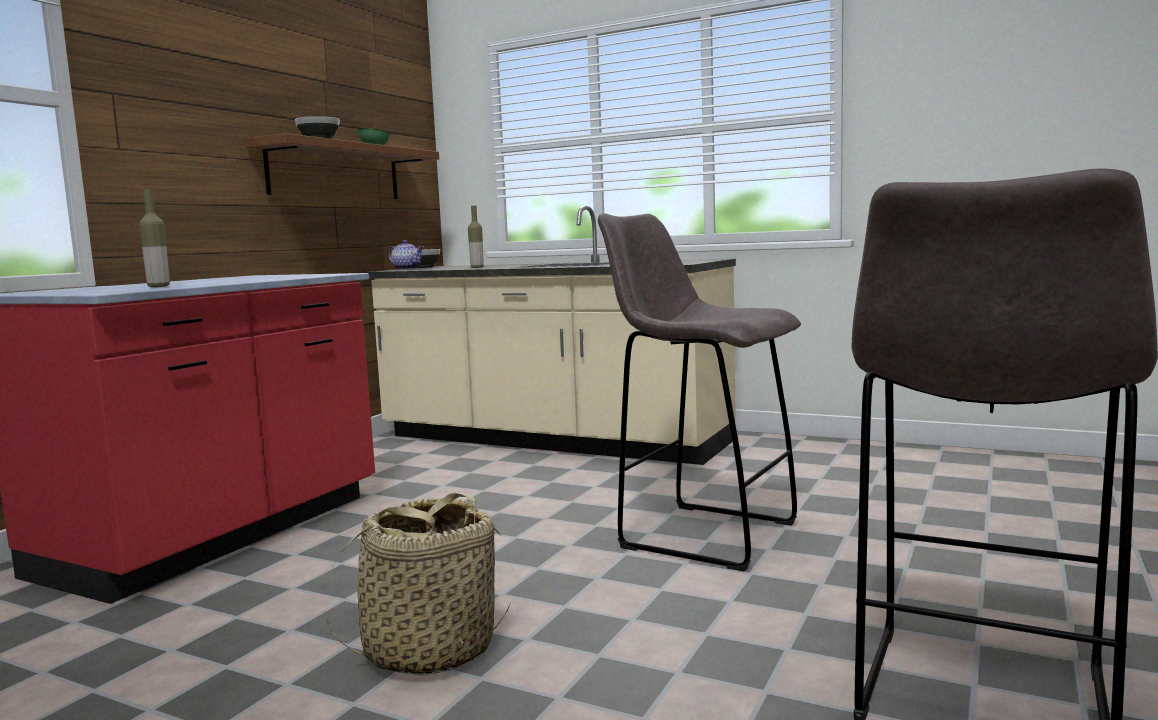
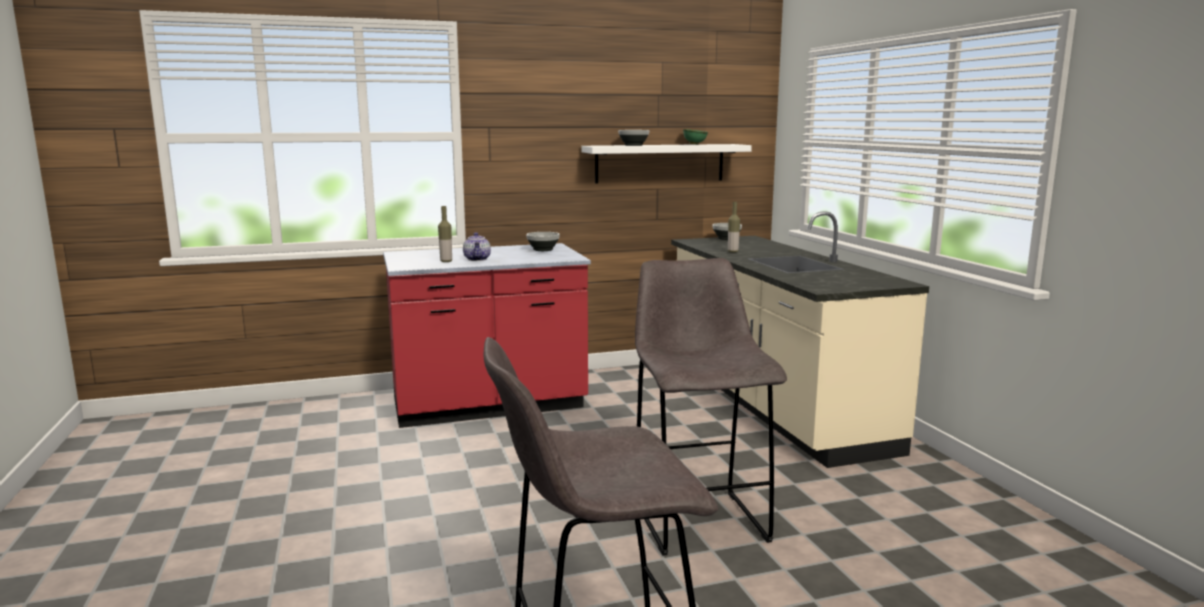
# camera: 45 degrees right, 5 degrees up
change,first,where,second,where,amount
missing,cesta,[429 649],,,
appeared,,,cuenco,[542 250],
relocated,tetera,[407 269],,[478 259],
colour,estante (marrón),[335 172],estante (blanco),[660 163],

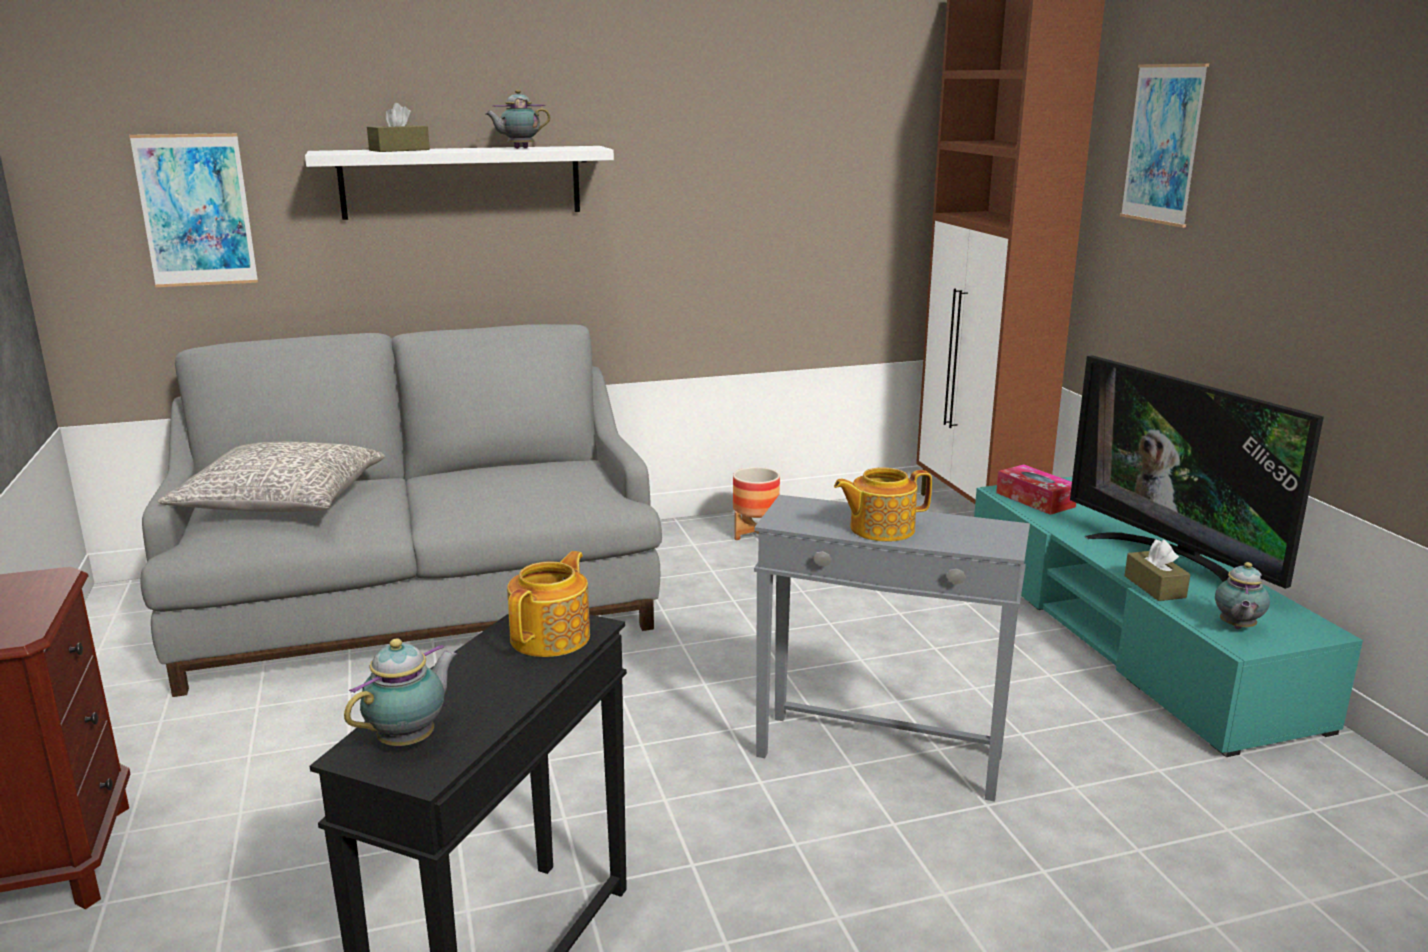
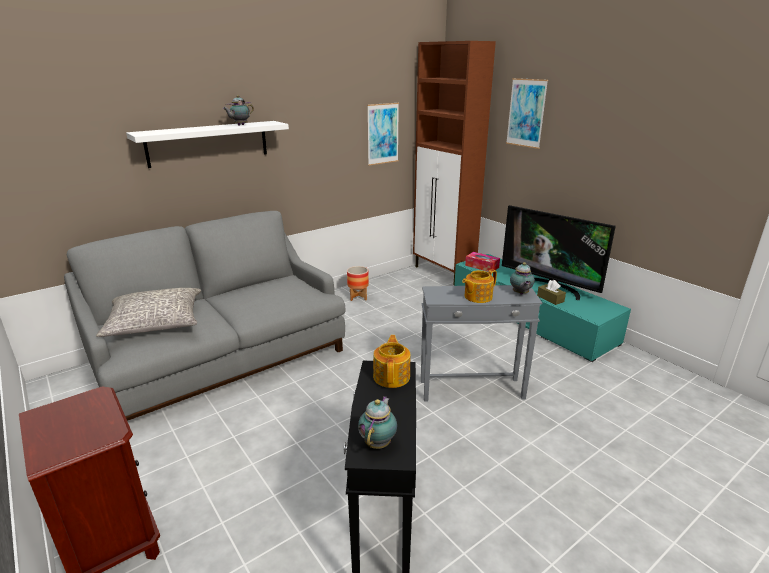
# camera: 20 degrees left, 5 degrees up
change,first,where,second,where,amount
missing,caja de pañuelos (marrón),[399 150],,,
relocated,cuadro,[196 210],,[383 134],
relocated,tetera,[1236 627],,[520 293],

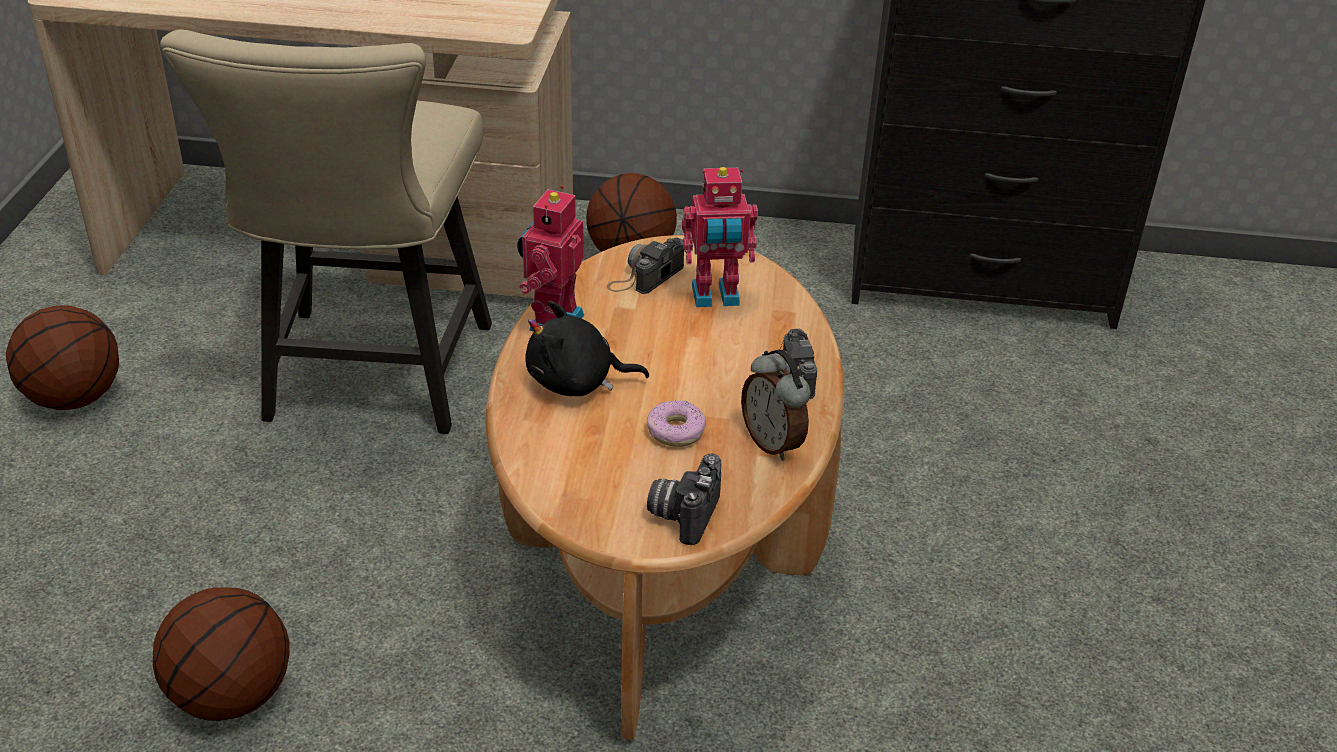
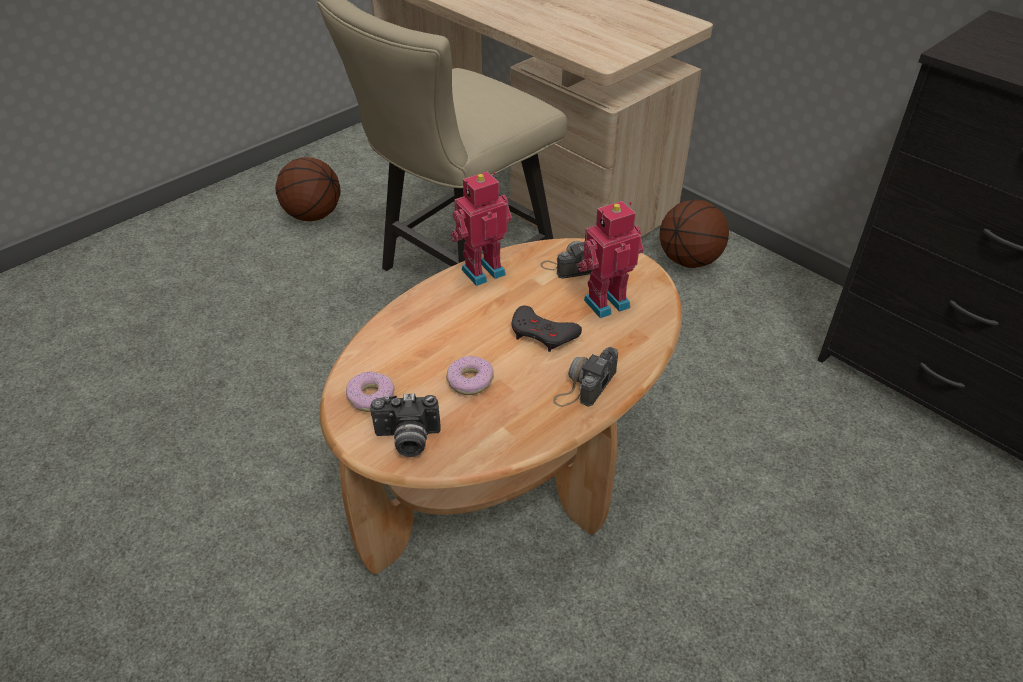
# camera: 40 degrees right, 5 degrees up
change,first,where,second,where,amount
missing,balón de baloncesto,[230 696],,,
missing,peluche (negro),[577 382],,,
missing,despertador,[773 443],,,
appeared,,,rosquilla,[371 397],
appeared,,,mando de consola (gris),[543 333],
spun,cámara,[683 514],,[407 440],150 degrees counterclockwise
spun,robot de juguete,[716 297],,[605 301],120 degrees clockwise

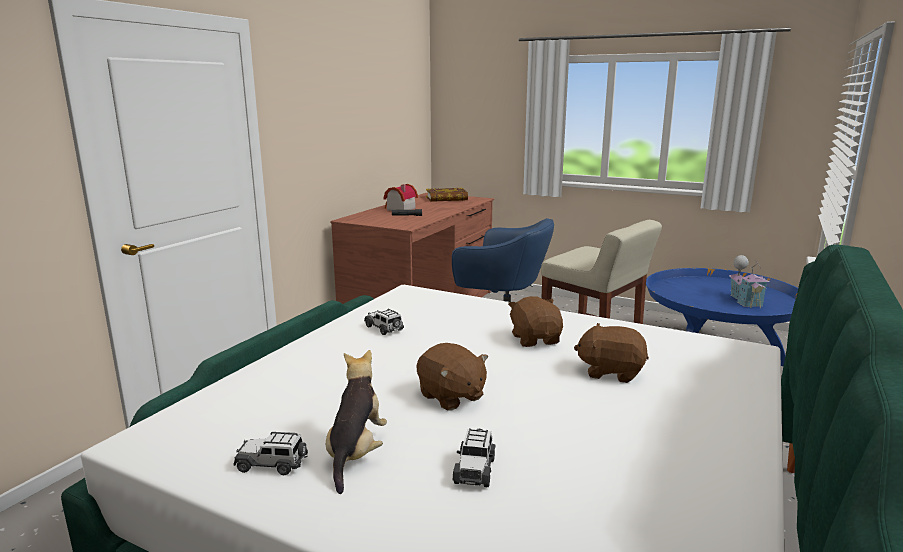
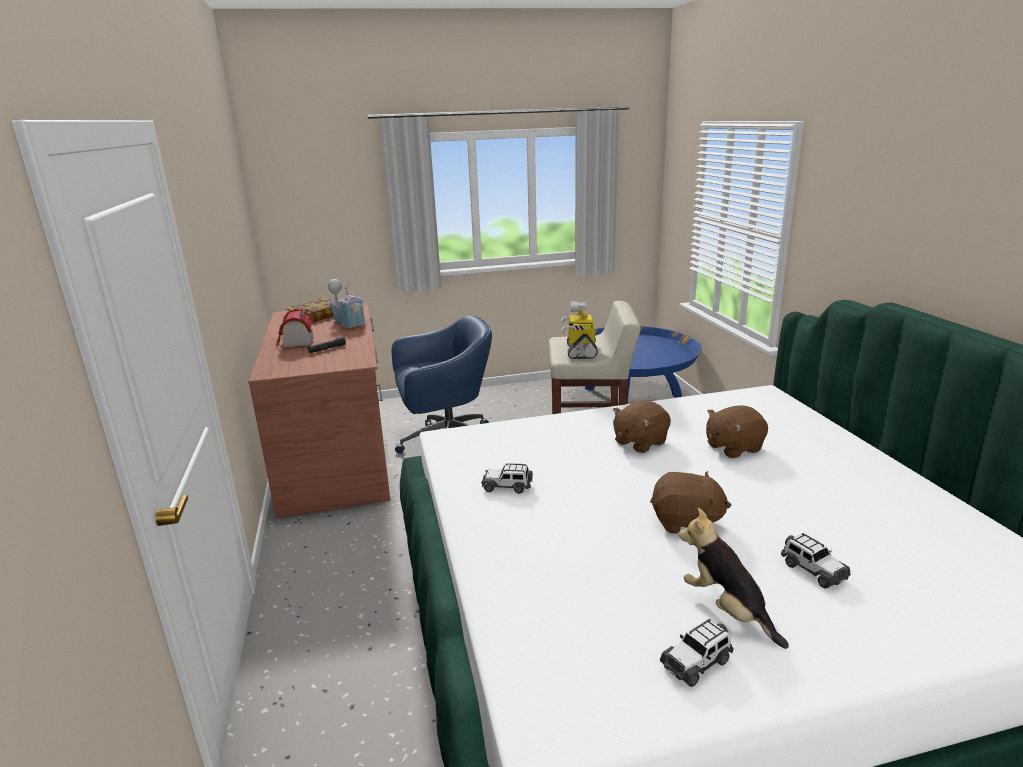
# camera: 40 degrees left, 5 degrees up
change,first,where,second,where,amount
appeared,,,robot de juguete,[580 351],
relocated,casita,[745 301],,[348 323],
spun,peluche (marrón),[535 339],,[639 442],75 degrees counterclockwise

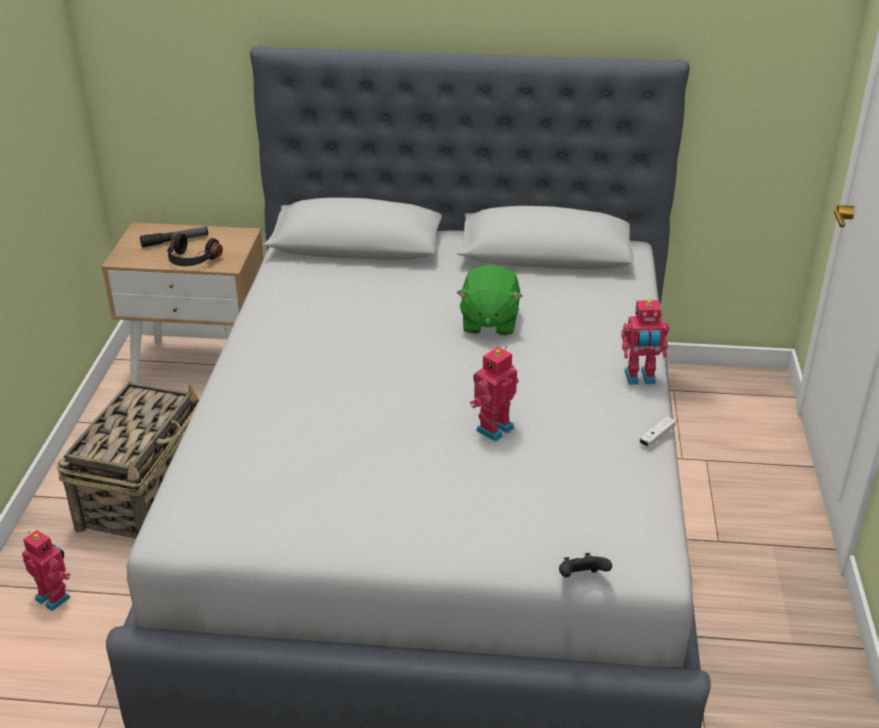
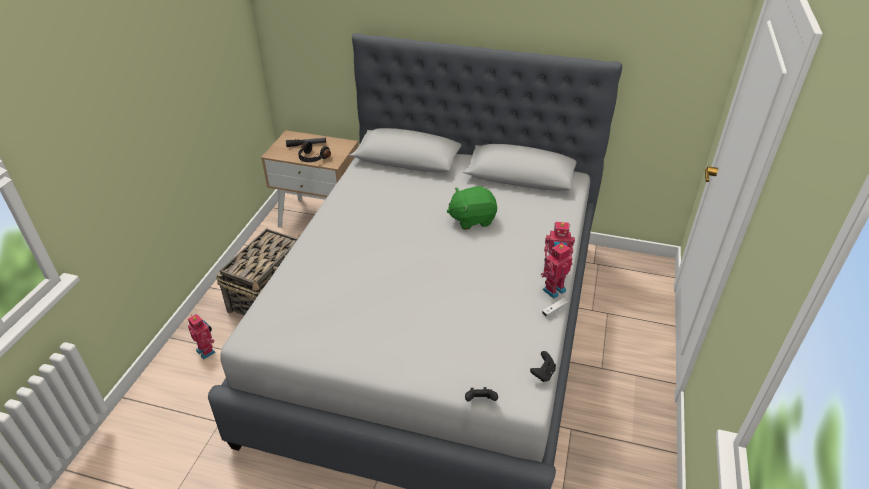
# camera: 10 degrees right, 5 degrees up
change,first,where,second,where,amount
appeared,,,mando de consola (negro),[543 374],
relocated,robot de juguete,[492 428],,[553 289],
spun,peluche (verde),[488 322],,[472 219],60 degrees clockwise

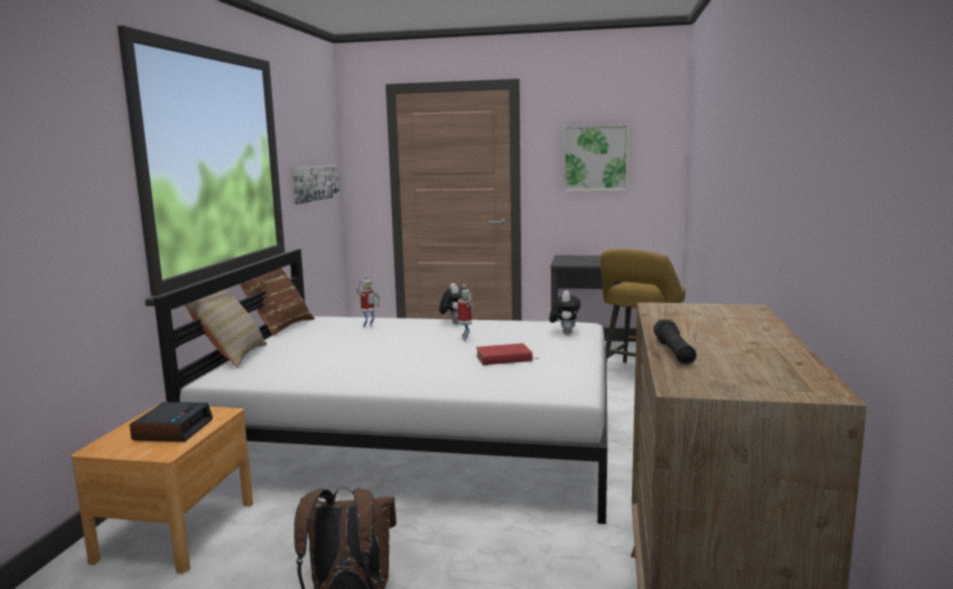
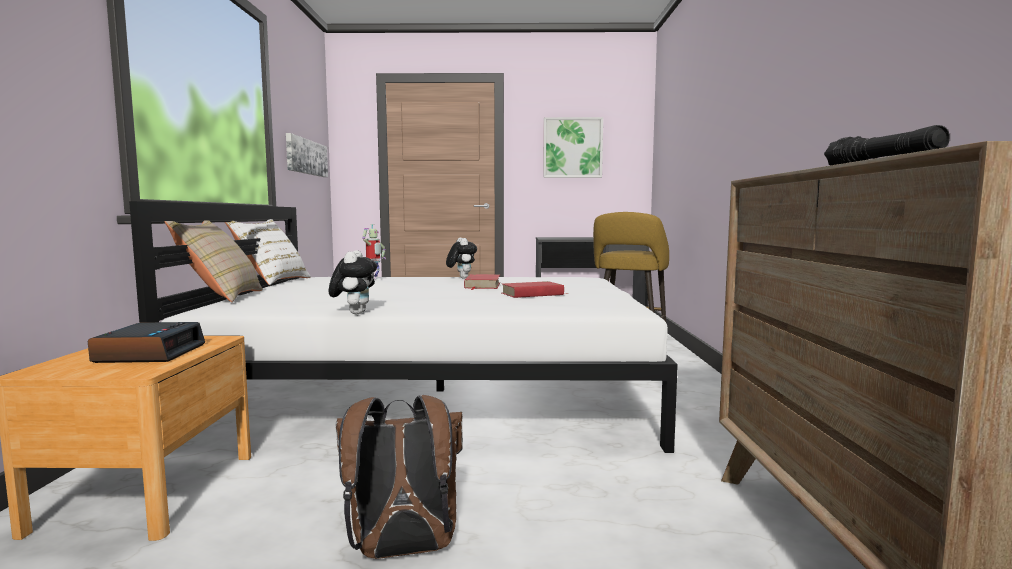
# camera: 10 degrees left, 5 degrees down
change,first,where,second,where,amount
relocated,peluche,[565 333],,[354 313],
exchanged,robot de juguete,[466 340],libro (rojo),[482 285],
colour,cojín (marrón),[279 326],cojín (blanco),[272 281],

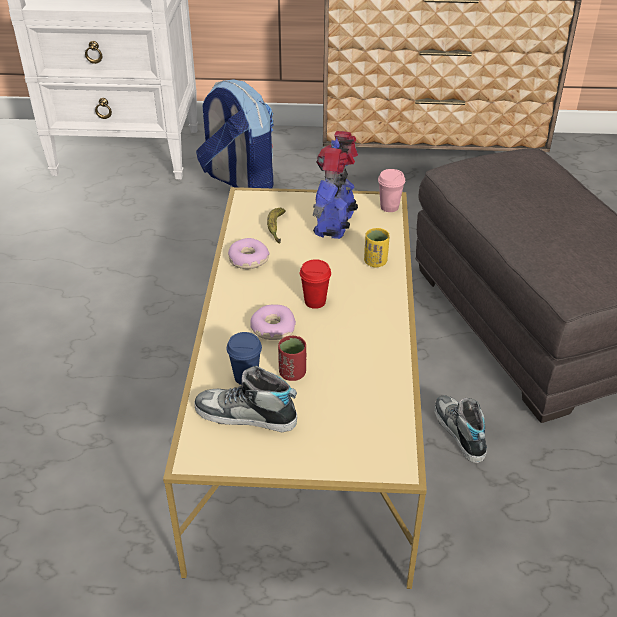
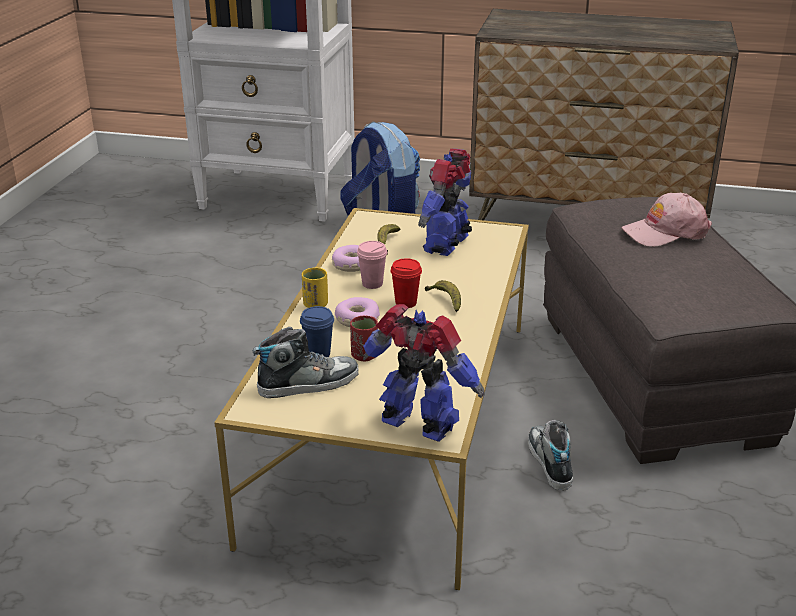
# camera: 10 degrees right, 10 degrees down
change,first,where,second,where,amount
appeared,,,robot de juguete,[418 425],
appeared,,,plátano,[445 300],
appeared,,,gorra (rosa),[665 232],
relocated,taza (amarillo),[375 262],,[315 305],
relocated,taza (rosa),[389 207],,[372 284],
spun,zapato,[246 416],,[308 383],135 degrees clockwise

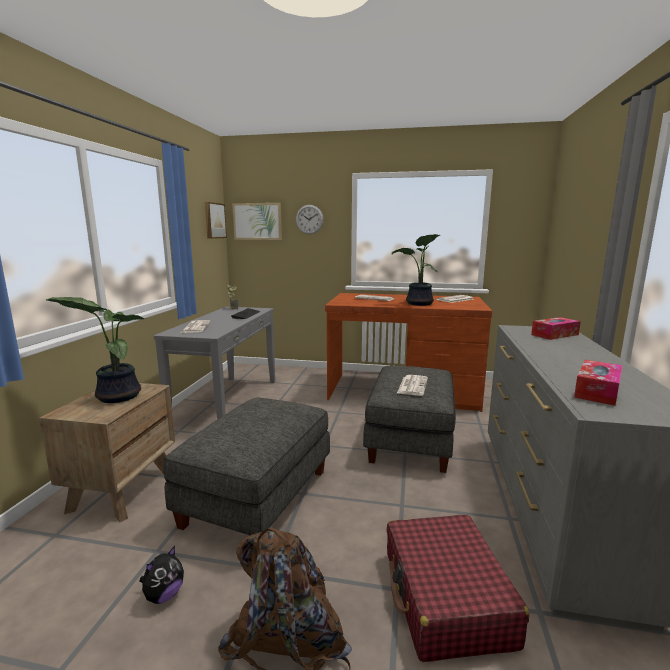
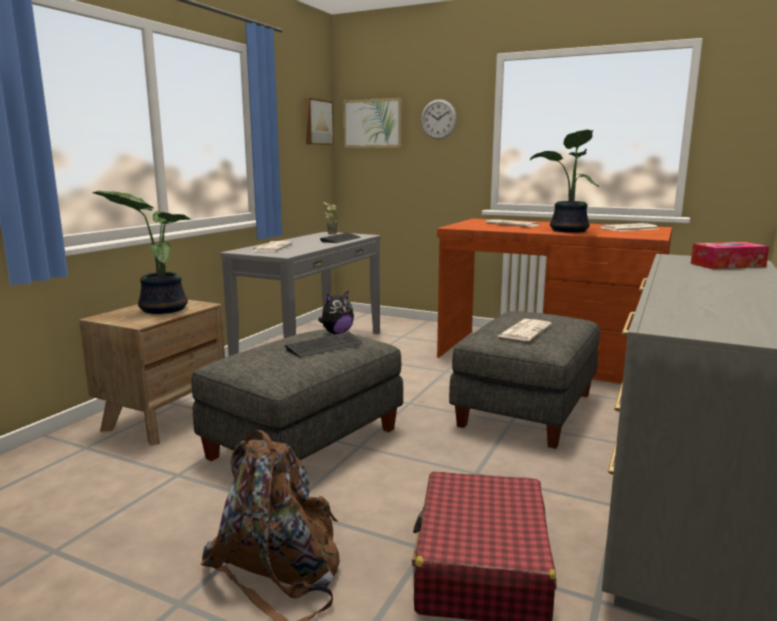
# camera: 15 degrees right, 0 degrees up
change,first,where,second,where,amount
missing,caja de pañuelos,[597 391],,,
appeared,,,teclado,[324 346],
relocated,peluche,[164 595],,[337 333],

